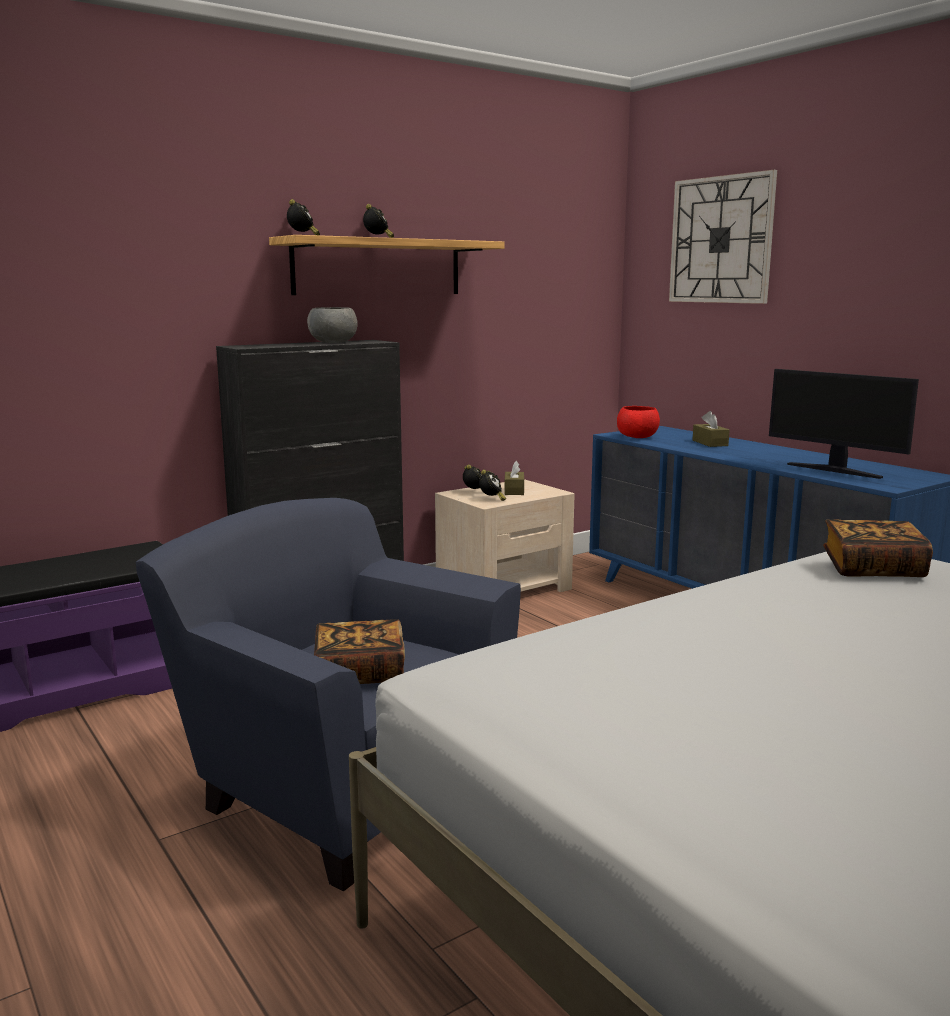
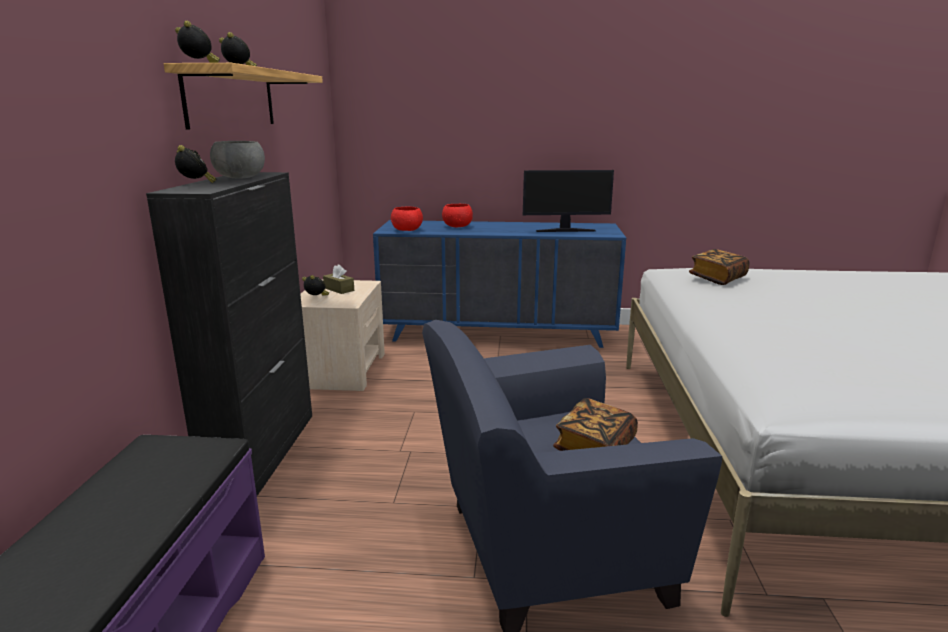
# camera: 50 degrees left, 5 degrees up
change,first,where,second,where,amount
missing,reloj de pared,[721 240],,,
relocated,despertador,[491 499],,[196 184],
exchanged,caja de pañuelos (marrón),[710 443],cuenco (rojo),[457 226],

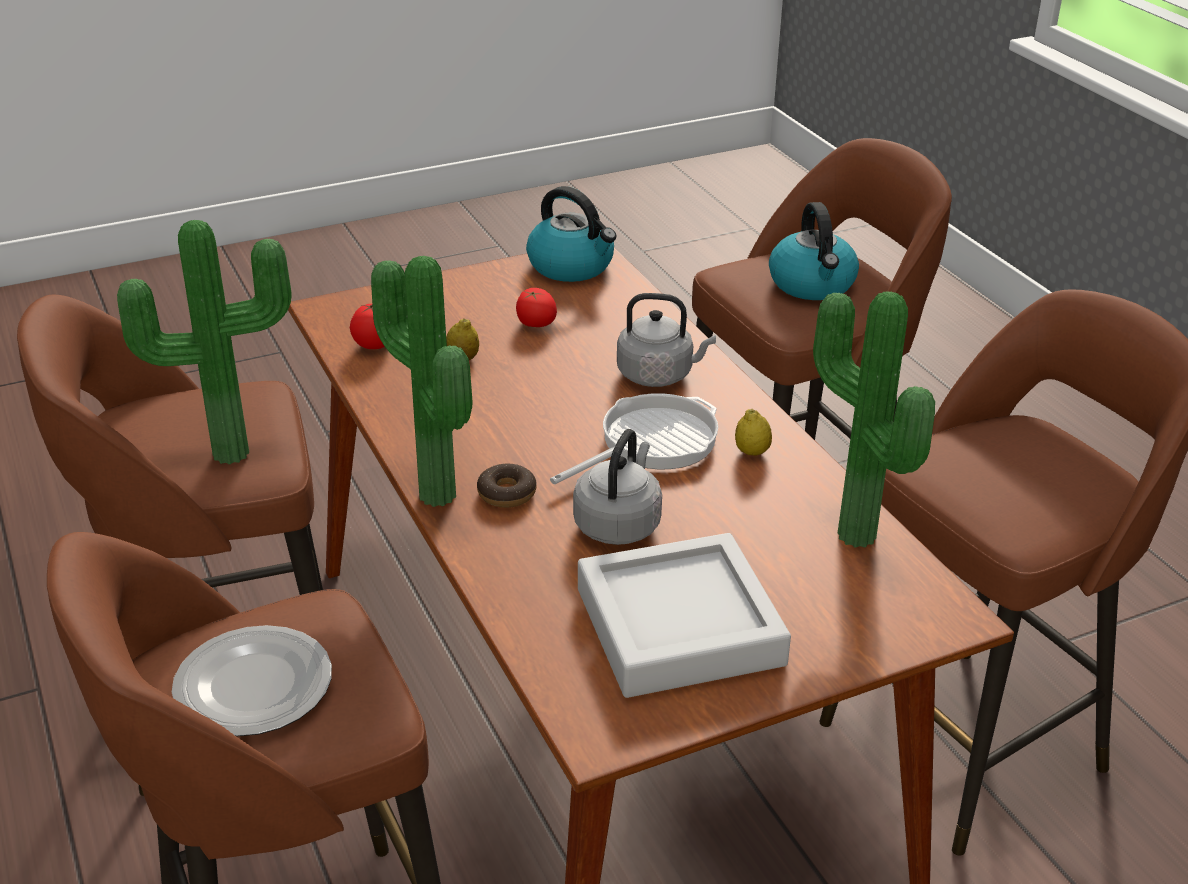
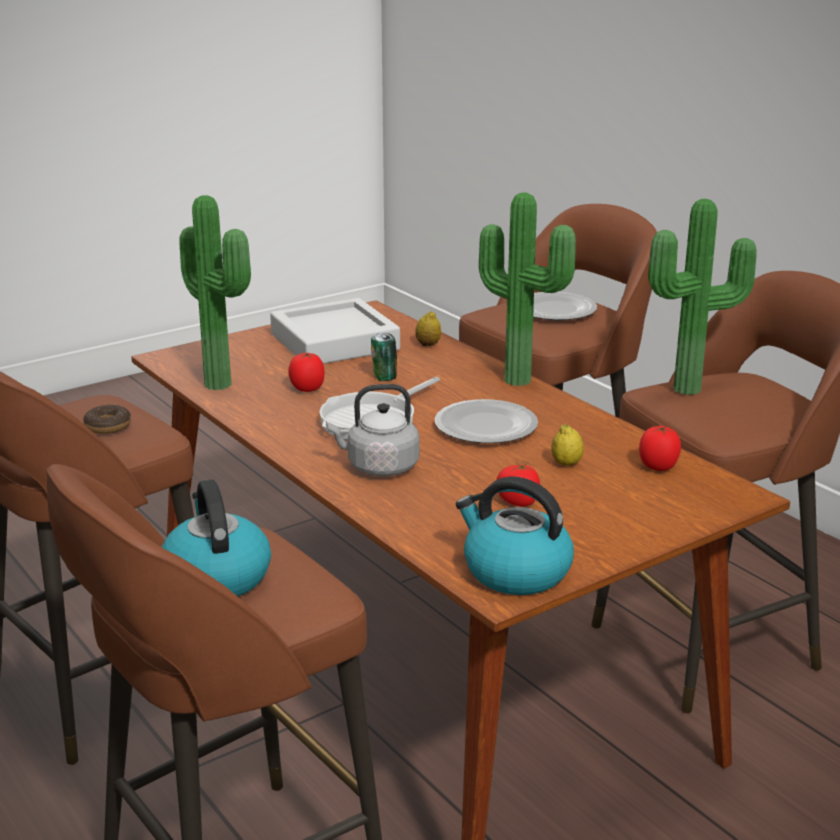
# camera: 170 degrees right, 10 degrees down
change,first,where,second,where,amount
appeared,,,tomate,[307 389],
appeared,,,plato,[486 426],
relocated,rosquilla,[507 493],,[108 426],
relocated,limón,[752 452],,[428 345],
exchanged,hervidor (gris),[619 523],lata,[384 377],

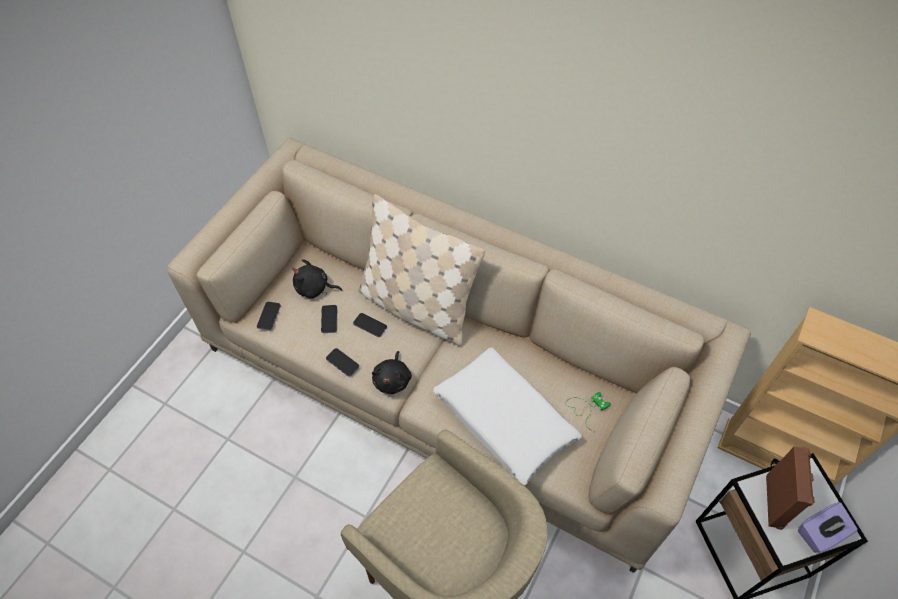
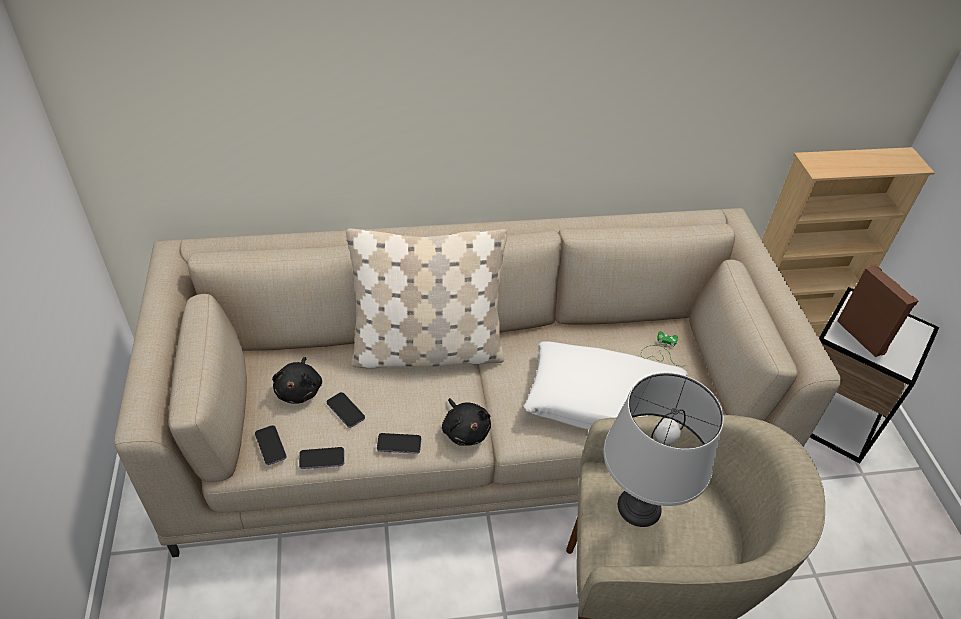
# camera: 40 degrees left, 10 degrees down
change,first,where,second,where,amount
missing,caja de pañuelos (morado),[820 534],,,
appeared,,,lámpara de mesa (gris),[639 506],
relocated,móvil,[370 325],,[322 459],
spun,peluche (negro),[314 288],,[299 390],60 degrees counterclockwise

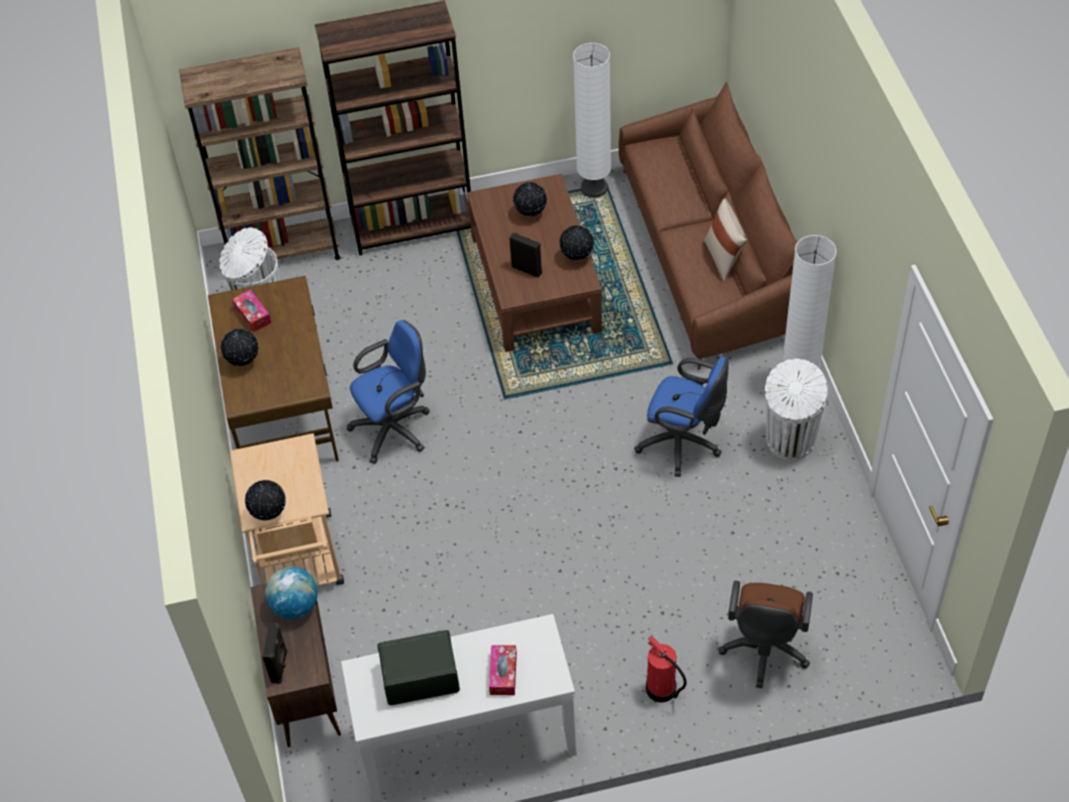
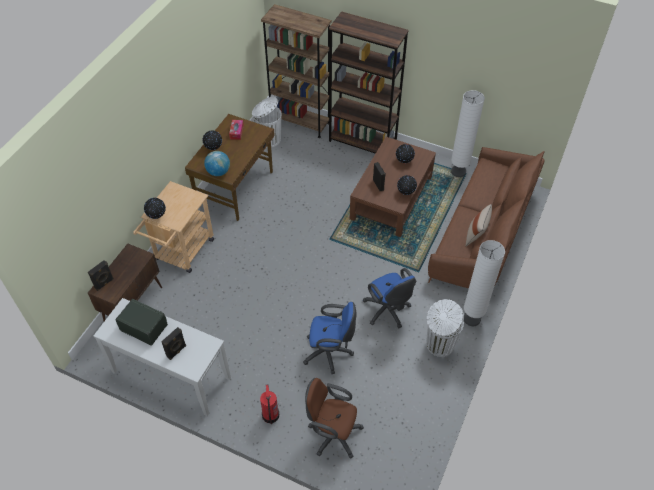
# camera: 35 degrees right, 0 degrees up
change,first,where,second,where,amount
relocated,globo terráqueo,[295 606],,[218 172],
relocated,silla de oficina (azul),[395 428],,[330 352],
exchanged,caja de pañuelos,[503 674],altavoz (negro),[177 351],
spun,silla de oficina (marrón),[764 651],,[332 433],60 degrees clockwise

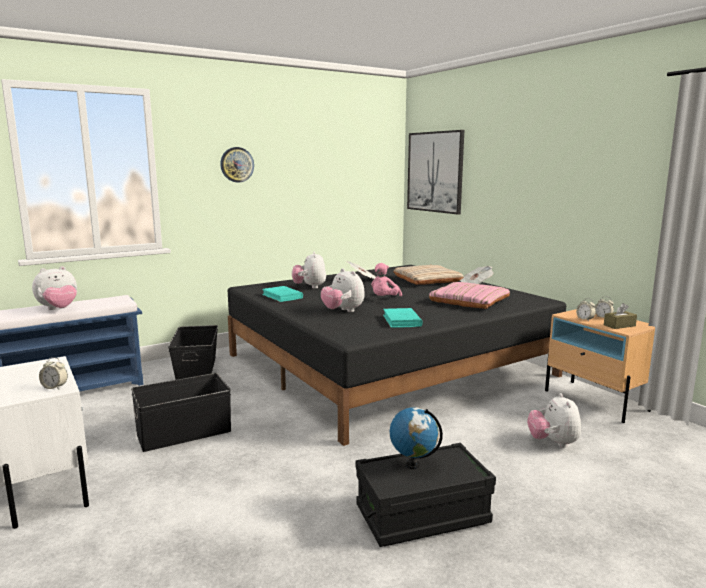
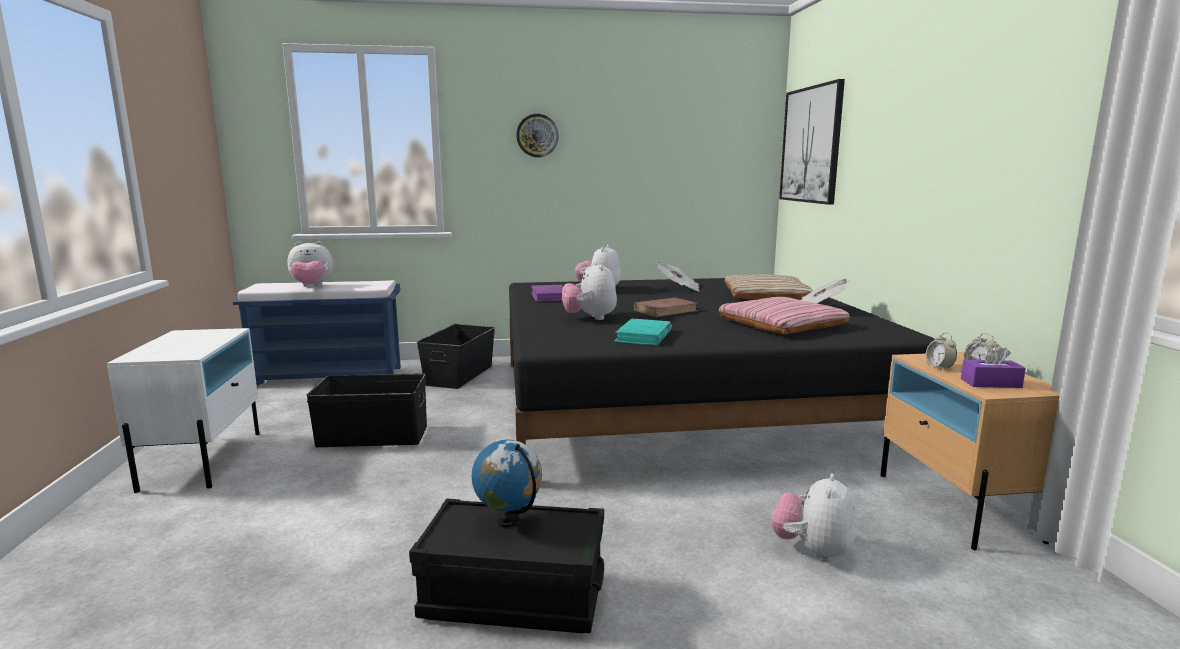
# camera: 25 degrees right, 0 degrees up
change,first,where,second,where,amount
missing,despertador,[55 387],,,
exchanged,peluche (rosa),[384 299],libro (marrón),[666 311],
colour,libro (turquesa),[282 296],libro (morado),[549 296],
colour,caja de pañuelos (marrón),[619 325],caja de pañuelos (morado),[990 383],

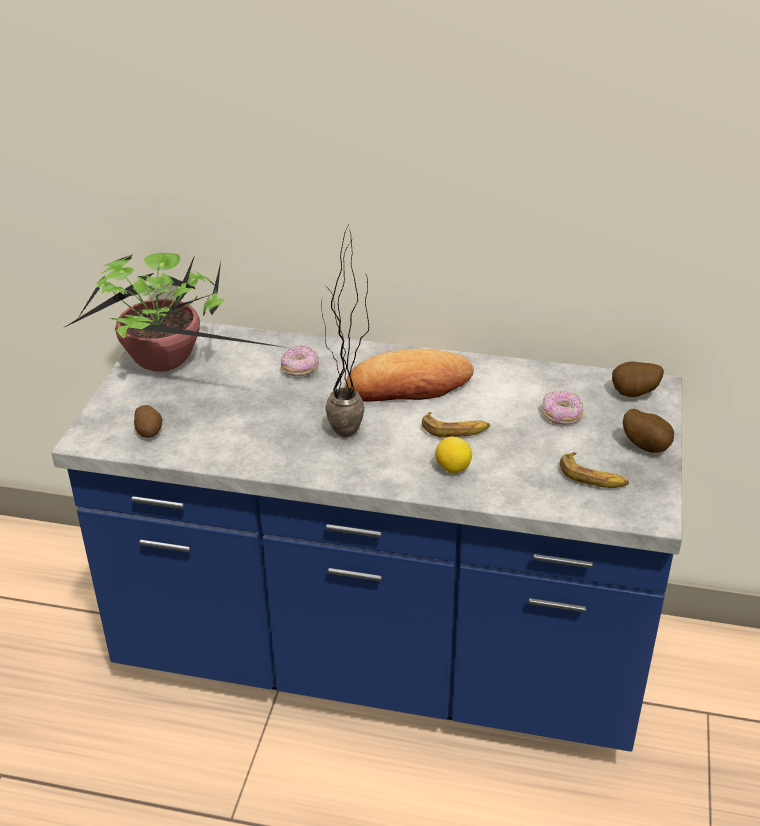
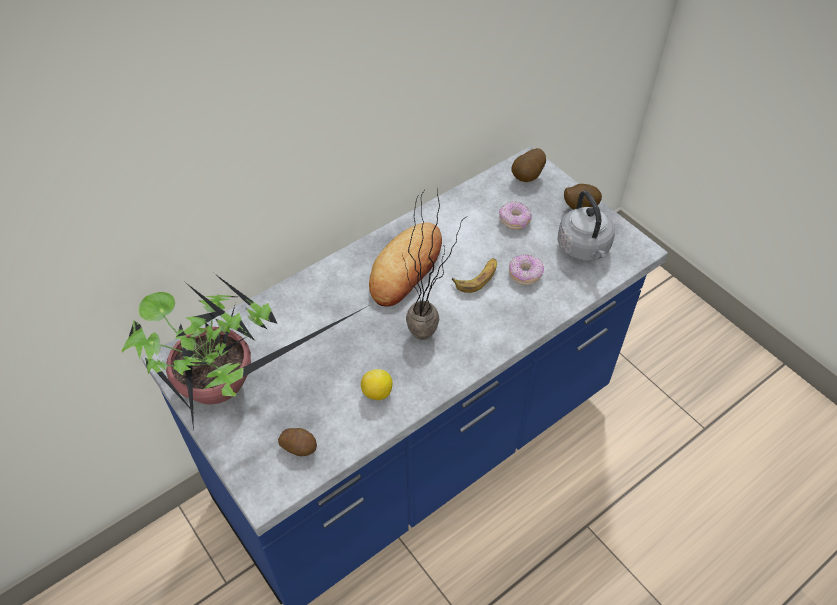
# camera: 50 degrees left, 15 degrees up
change,first,where,second,where,amount
relocated,rosquilla,[300 369],,[525 274],
relocated,limón,[452 468],,[377 393],
exchanged,plátano,[592 477],hervidor (gris),[584 249],

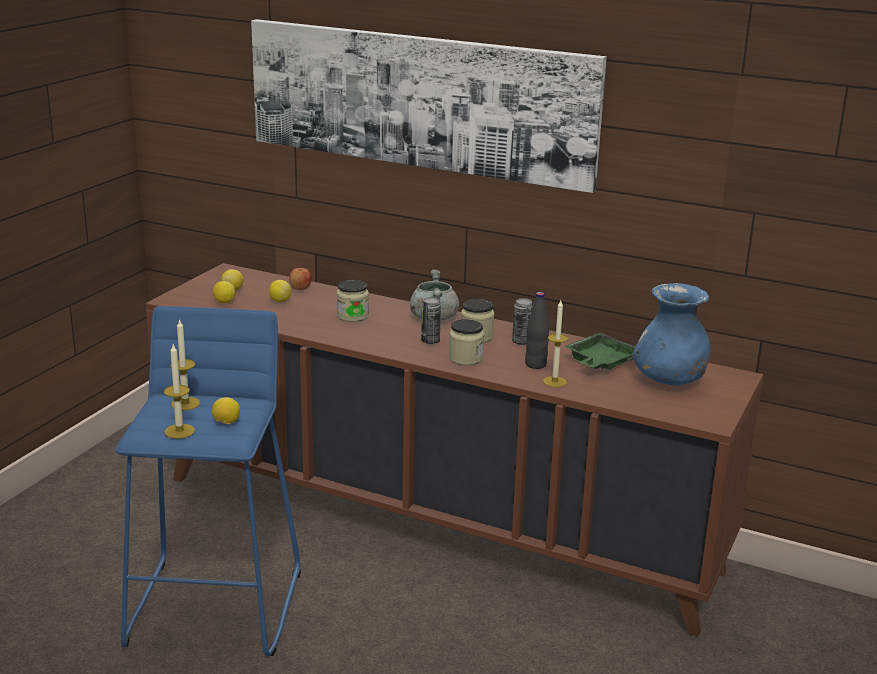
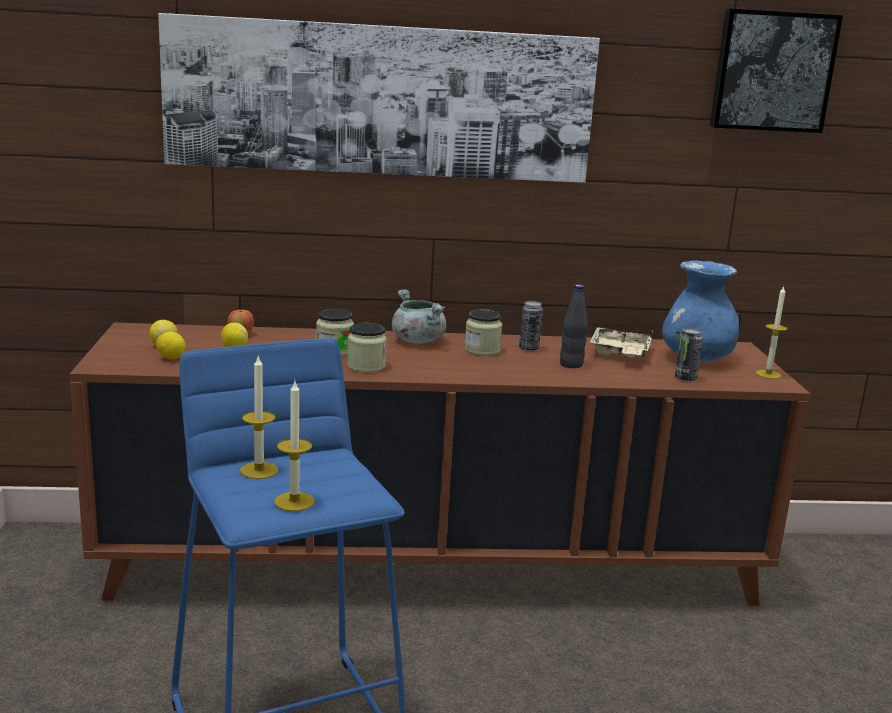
# camera: 30 degrees left, 5 degrees down
change,first,where,second,where,amount
missing,limón,[226 423],,,
appeared,,,cuadro,[772 71],
relocated,lata,[430 341],,[685 378],
relocated,tarro,[465 358],,[366 366],
relocated,vela,[554 382],,[768 374],
colour,bandeja (verde),[600 362],bandeja (beis),[620 354],

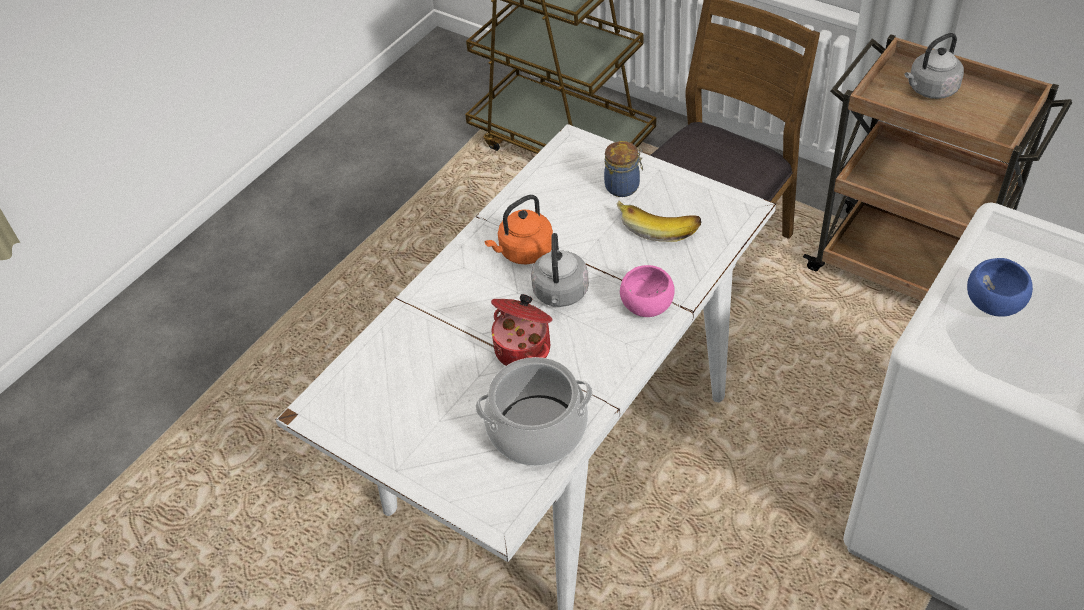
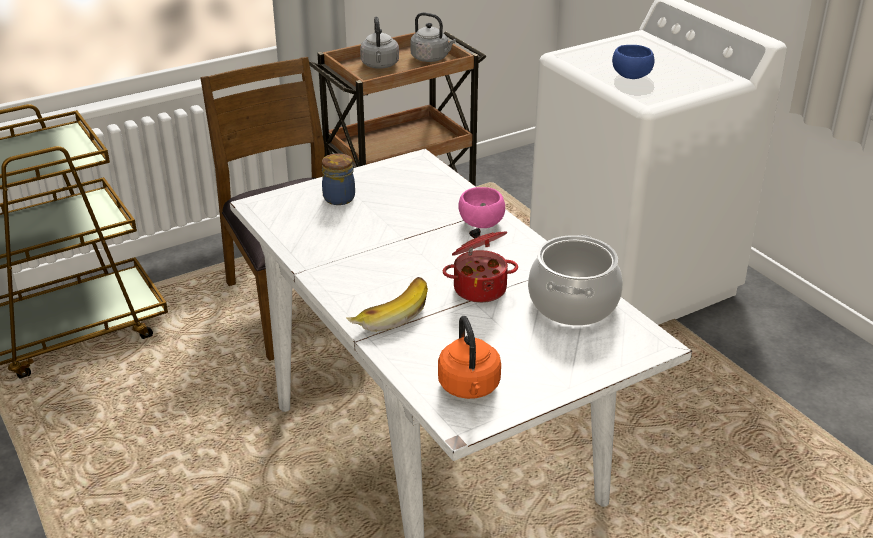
# camera: 70 degrees left, 15 degrees down
change,first,where,second,where,amount
relocated,hervidor (naranja),[524 252],,[469 388],
relocated,hervidor (gris),[560 294],,[431 58],
relocated,plátano,[659 226],,[389 314],

